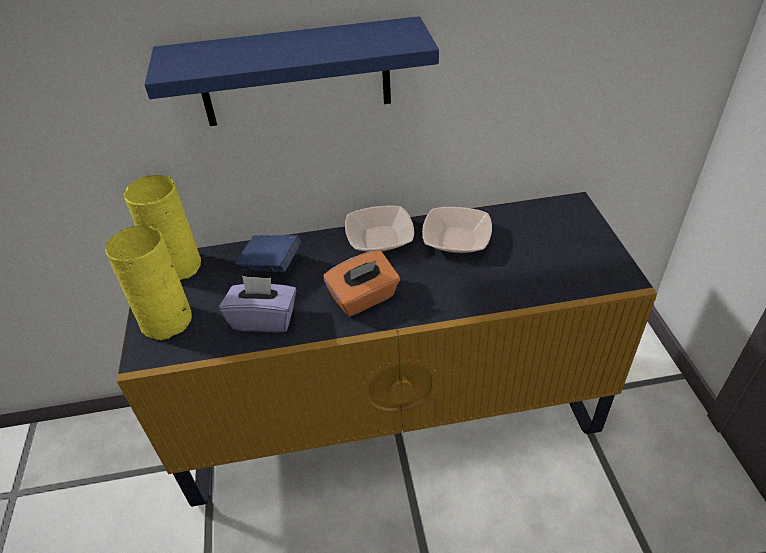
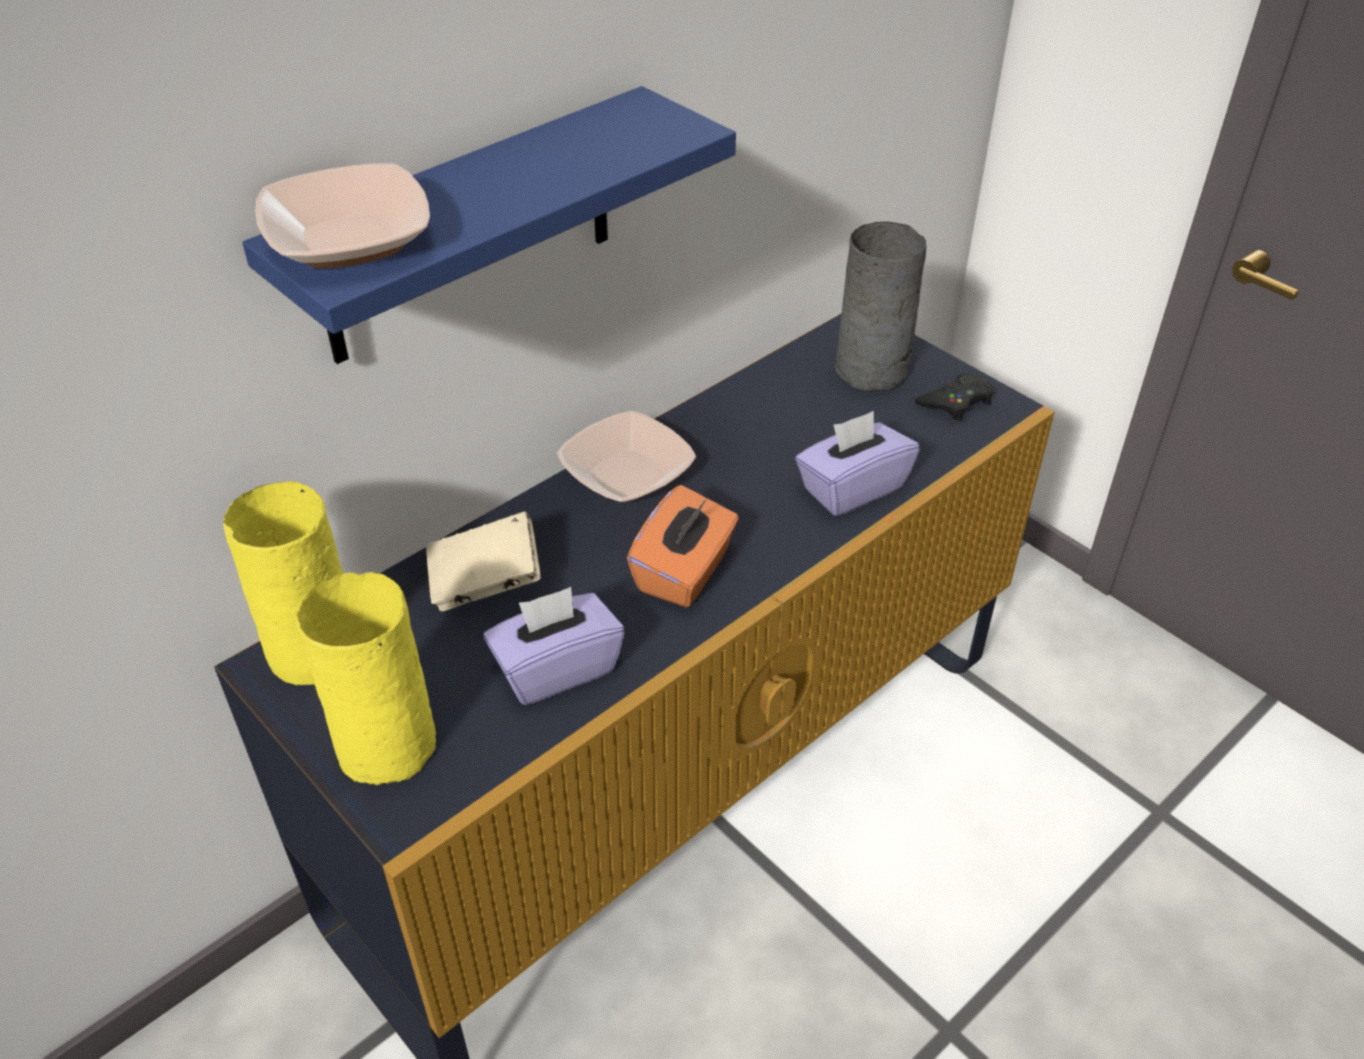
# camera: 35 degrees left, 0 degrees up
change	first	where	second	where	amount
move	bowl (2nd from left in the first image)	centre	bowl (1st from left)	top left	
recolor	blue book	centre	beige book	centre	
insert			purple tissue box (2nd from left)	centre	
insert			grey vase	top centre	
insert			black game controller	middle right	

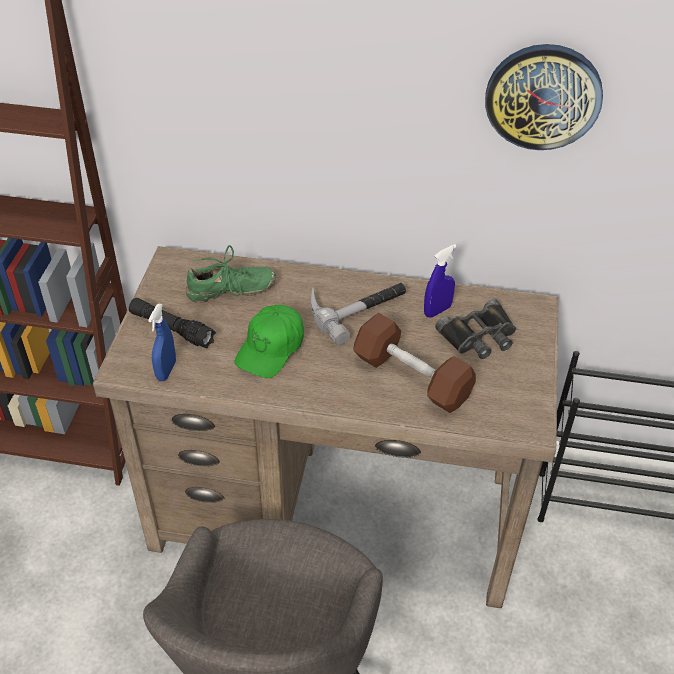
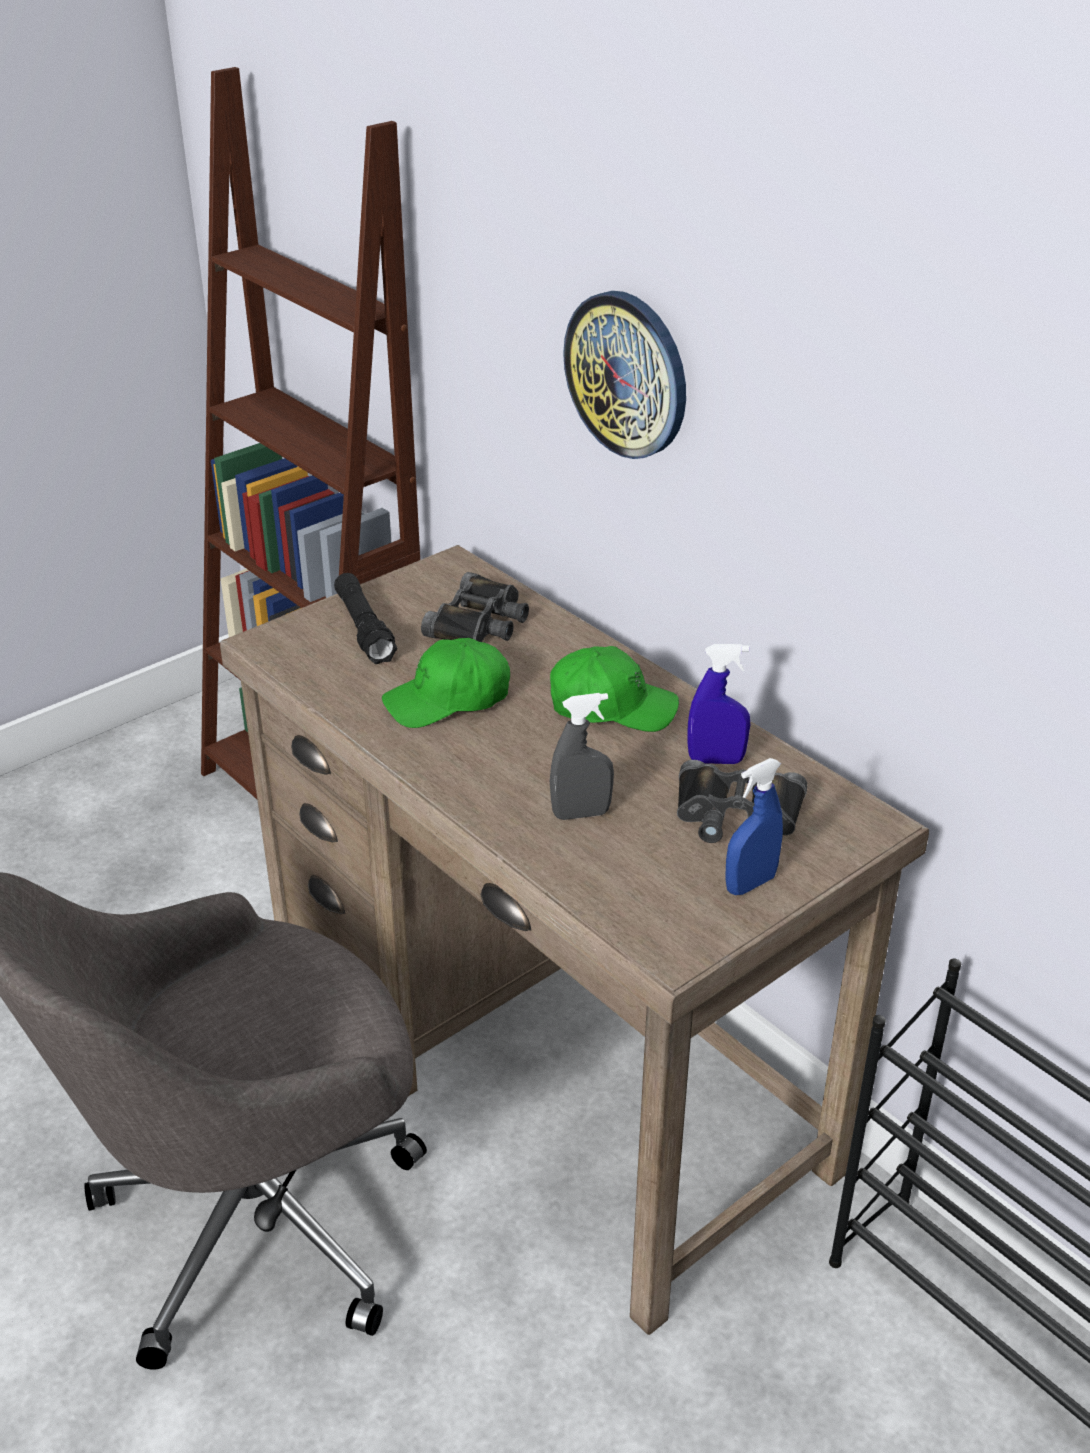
# camera: 40 degrees right, 10 degrees down
change	first	where	second	where	amount
replace	green shoe	centre	black binoculars (1st from left)	centre	
replace	hammer	centre	green cap (2nd from left)	centre	
replace	brown dumbbell	centre	grey spray bottle	centre	
move	wall clock	top right		top centre	
move	blue spray bottle (1st from left in the first image)	middle left	blue spray bottle (2nd from left)	middle right	

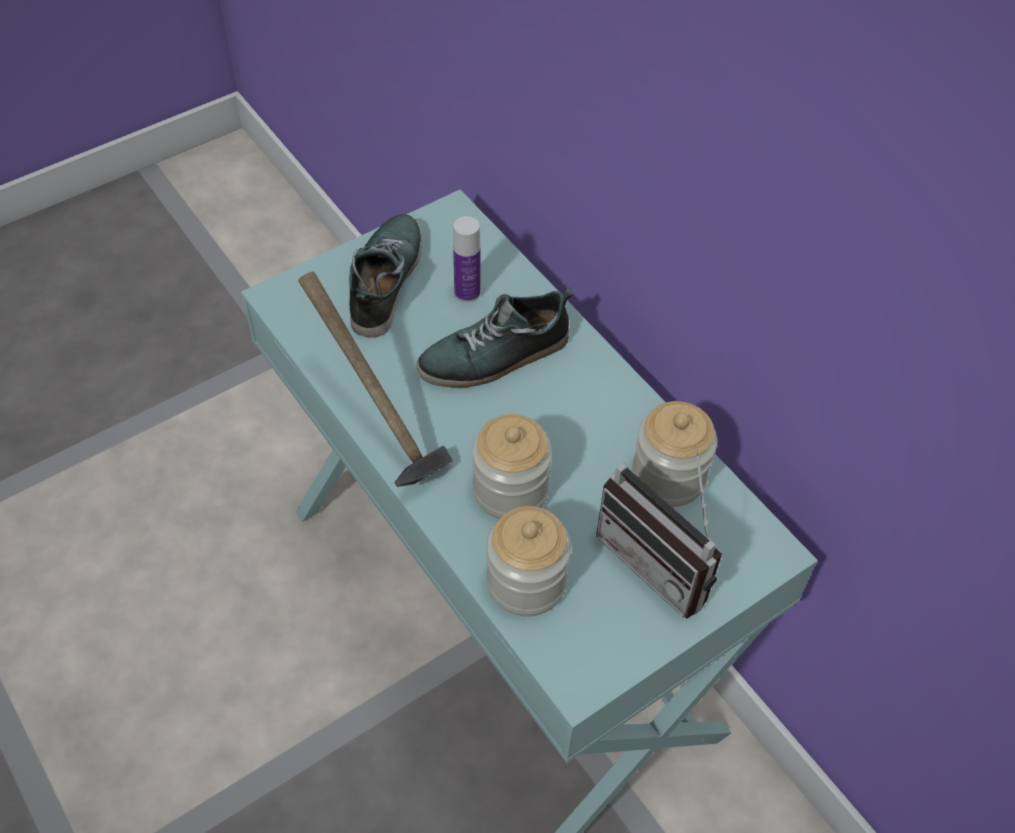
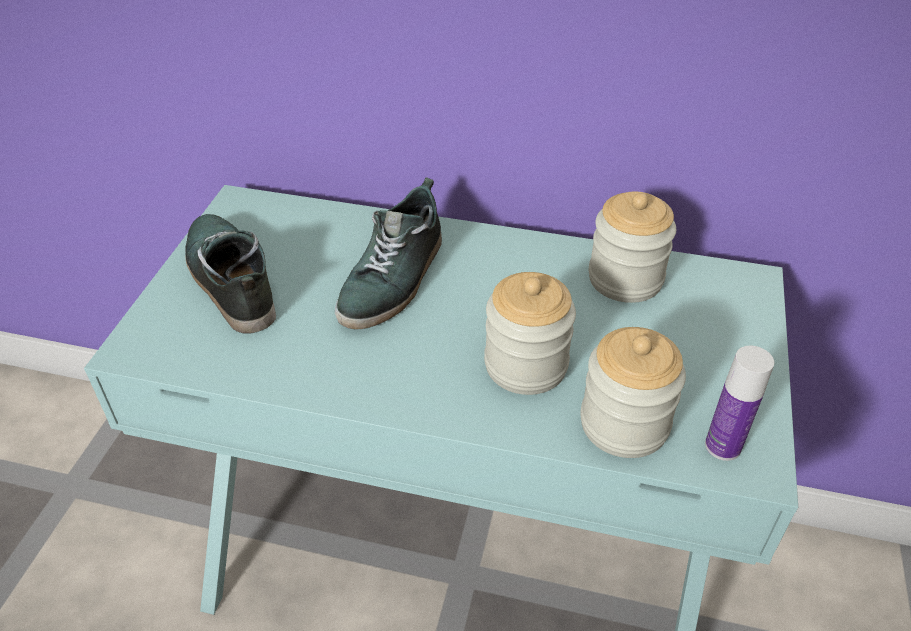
# camera: 40 degrees left, 10 degrees down
change	first	where	second	where	amount
move	bottle	top centre		middle right	
delete	hammer	centre			
delete	radio	centre			

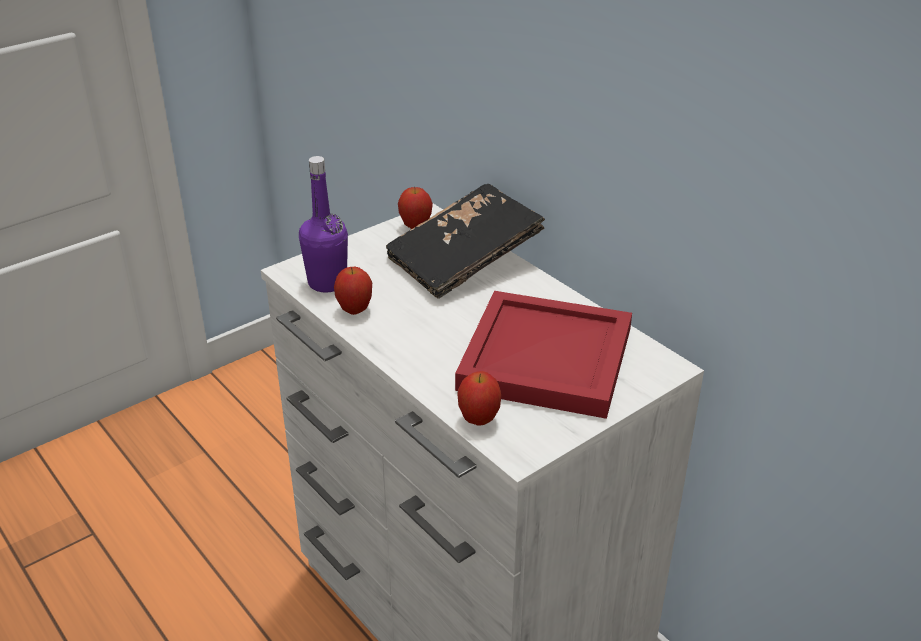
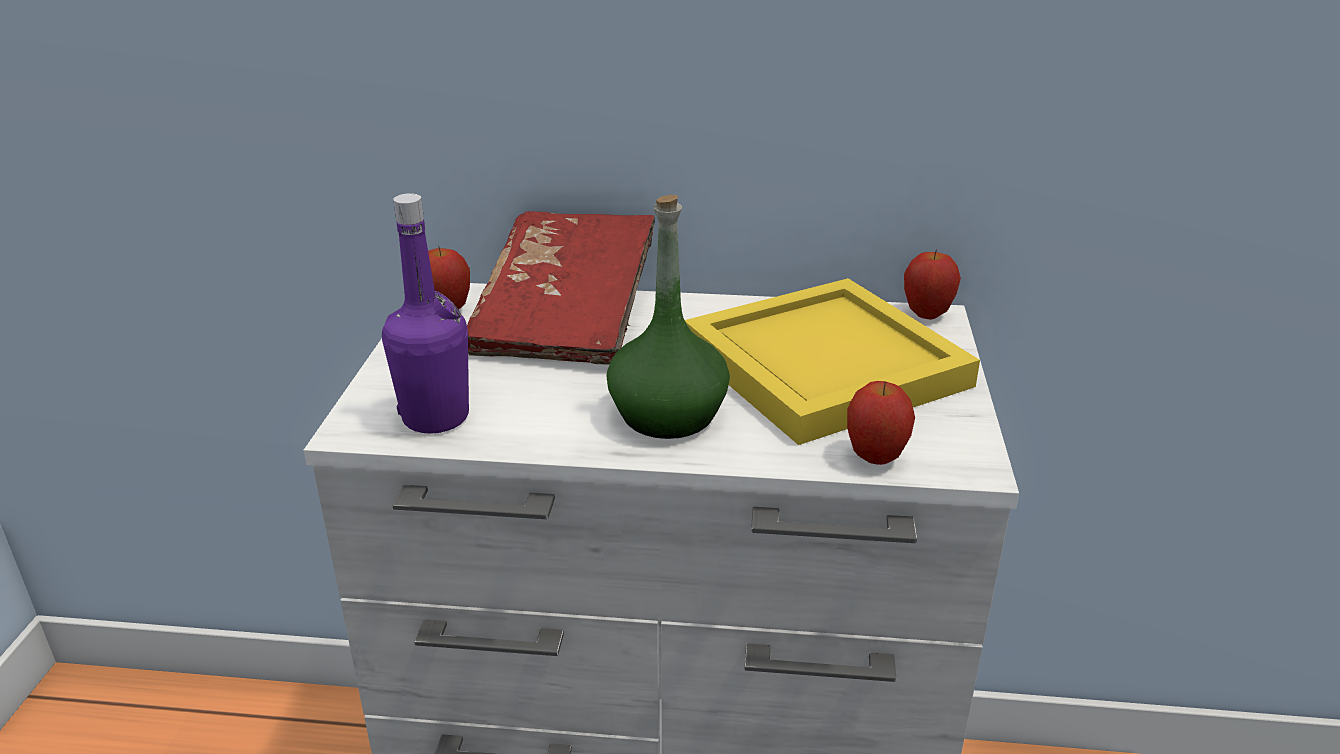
# camera: 45 degrees left, 5 degrees down
change	first	where	second	where	amount
recolor	black book	centre	red book	centre	
insert			green bottle	centre	
recolor	red tray	centre	yellow tray	centre	
move	apple (1st from left in the first image)	centre	apple (3rd from left)	middle right	

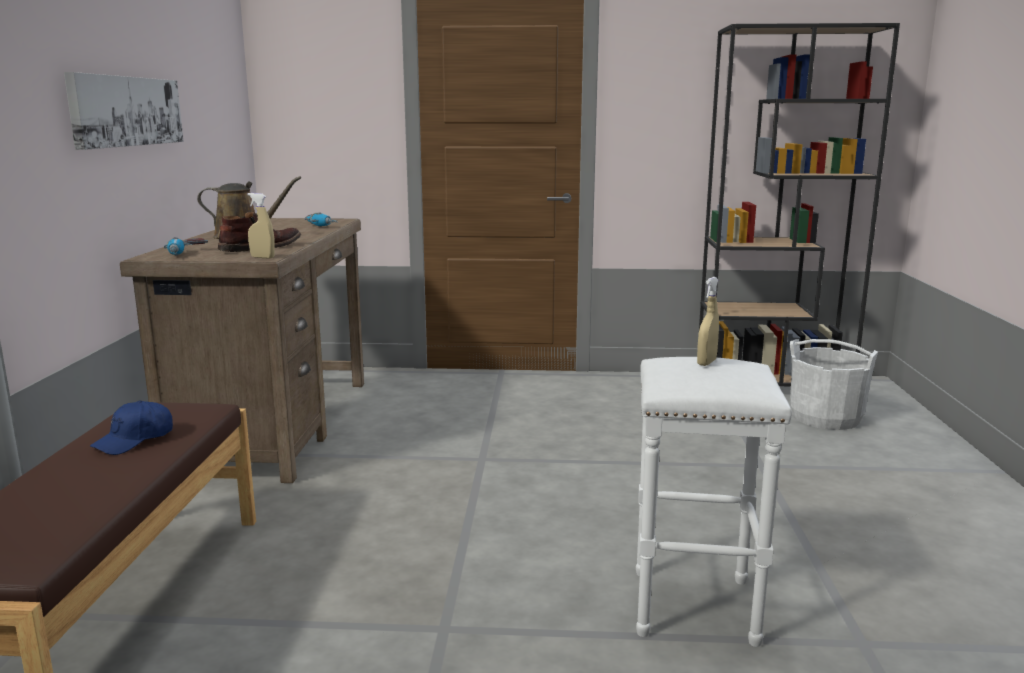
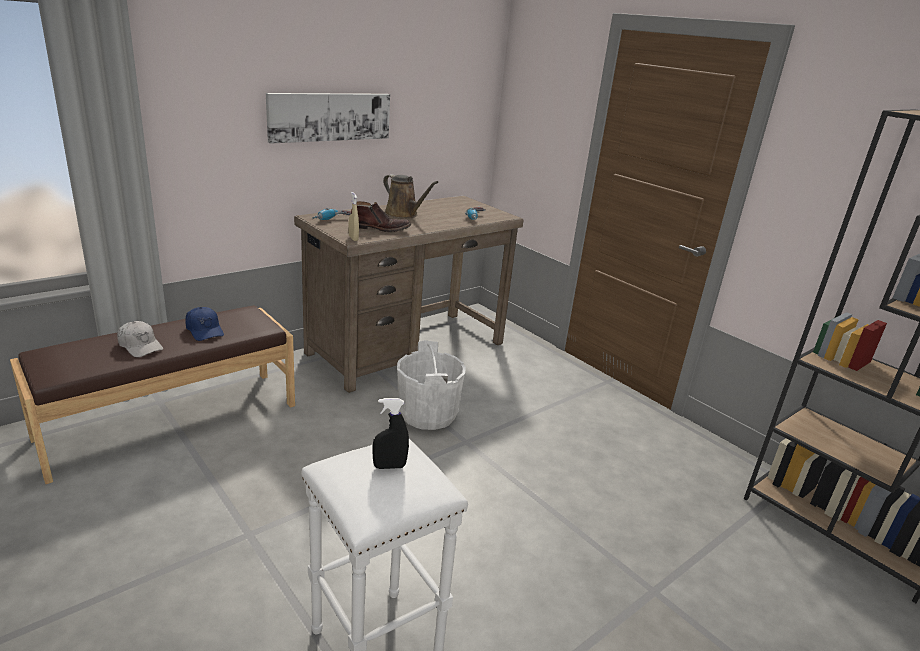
# camera: 45 degrees right, 10 degrees up
change	first	where	second	where	amount
insert			white cap	middle left	
rotate	blue cap	middle left		middle left	120 degrees counterclockwise
recolor	beige spray bottle (2nd from left)	middle right	black spray bottle	centre	
move	white bucket	middle right		centre	

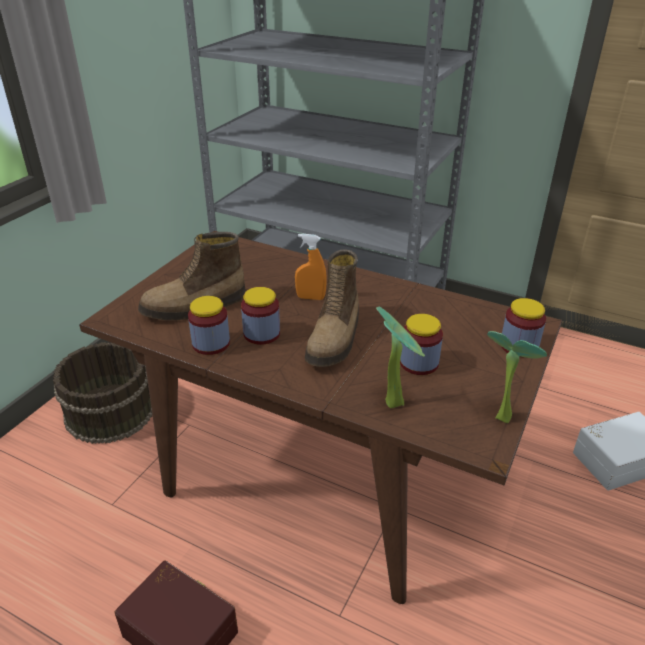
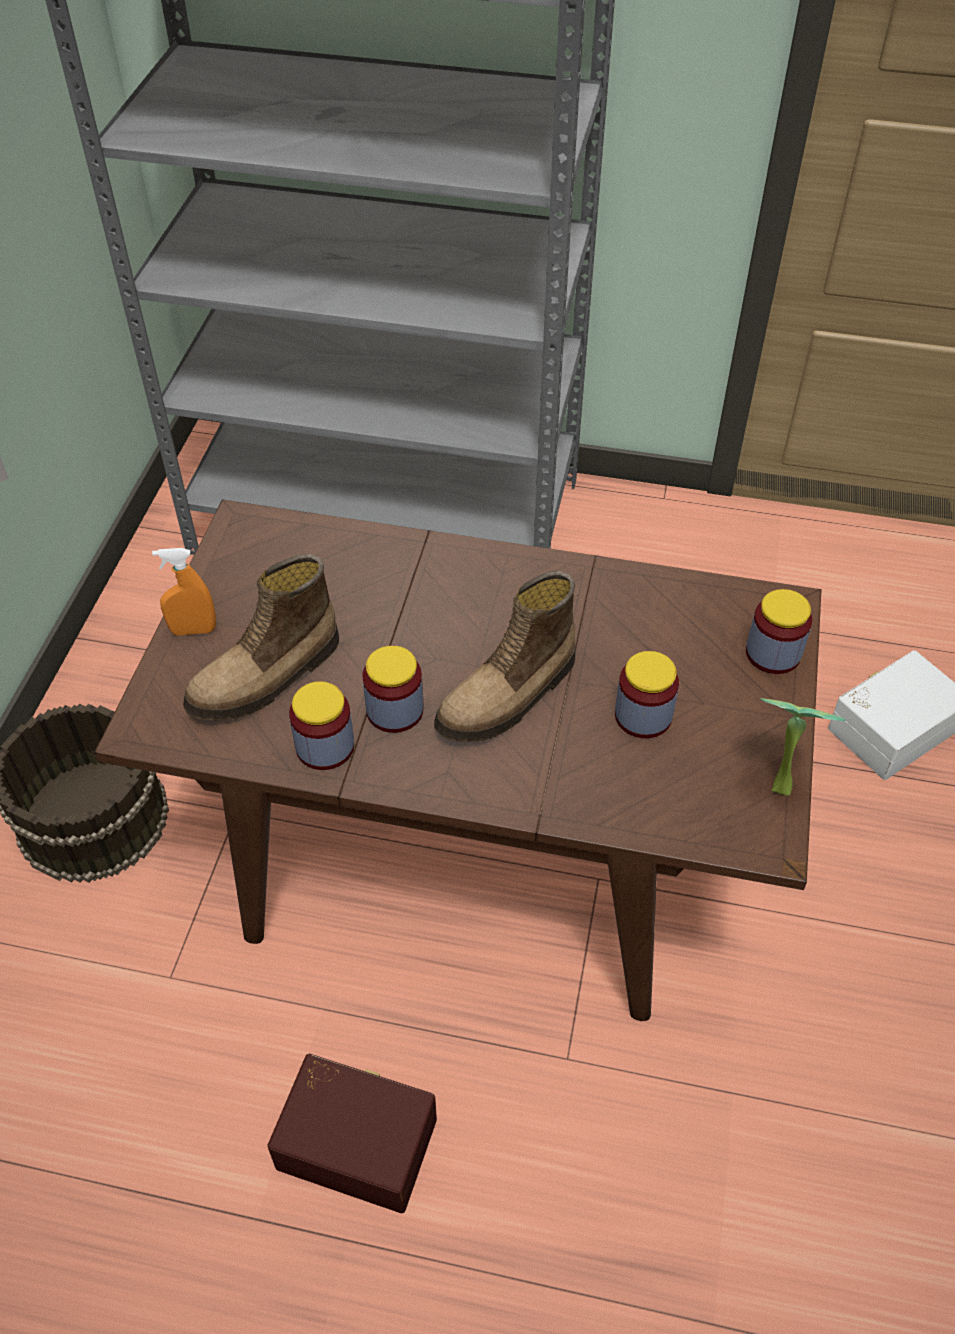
# camera: 15 degrees left, 15 degrees up
change	first	where	second	where	amount
move	orange spray bottle	centre		middle left	
rotate	boot (2nd from left)	centre		centre	45 degrees clockwise
delete	potted plant (1st from left)	centre			

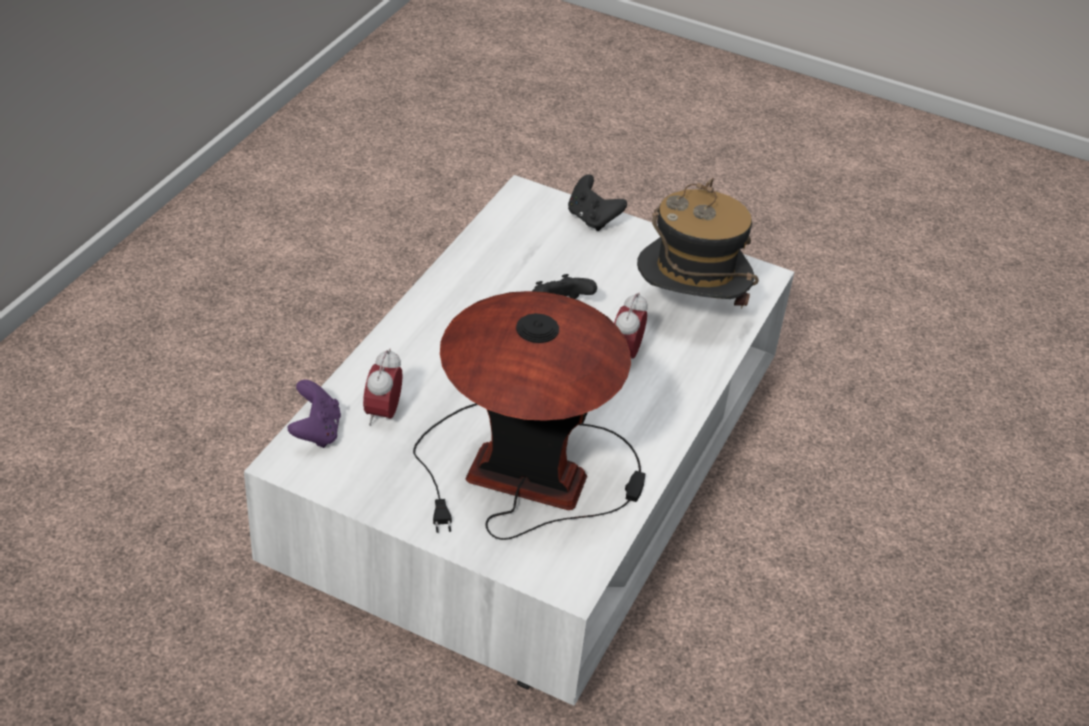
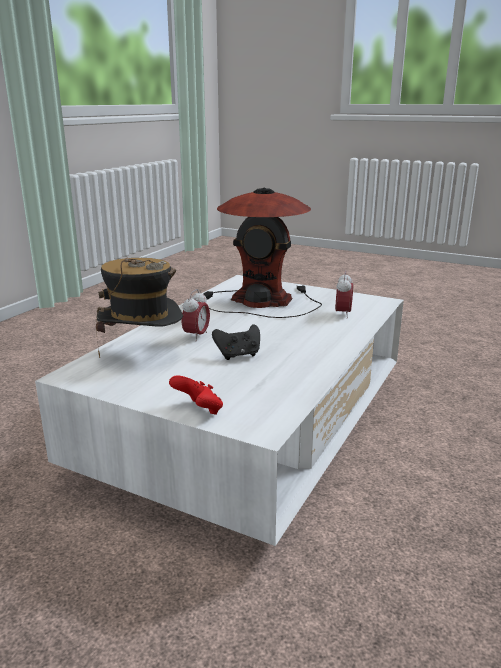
# camera: 175 degrees left, 20 degrees down
change	first	where	second	where	amount
recolor	black game controller (2nd from left)	top centre	red game controller	centre	
delete	purple game controller	middle left			

